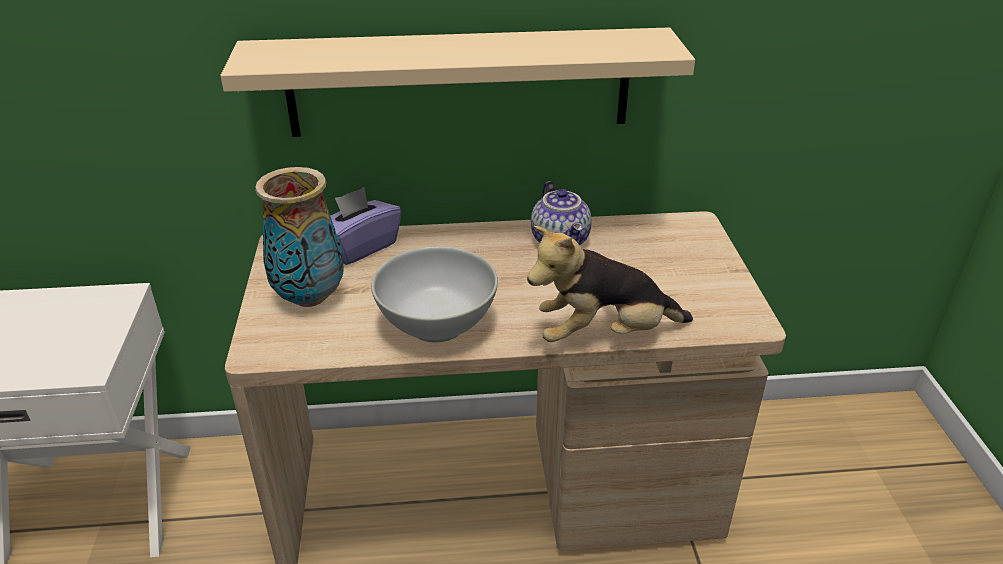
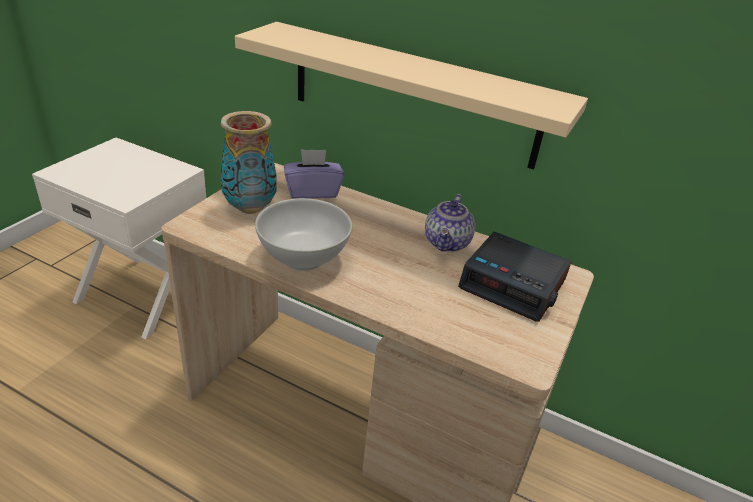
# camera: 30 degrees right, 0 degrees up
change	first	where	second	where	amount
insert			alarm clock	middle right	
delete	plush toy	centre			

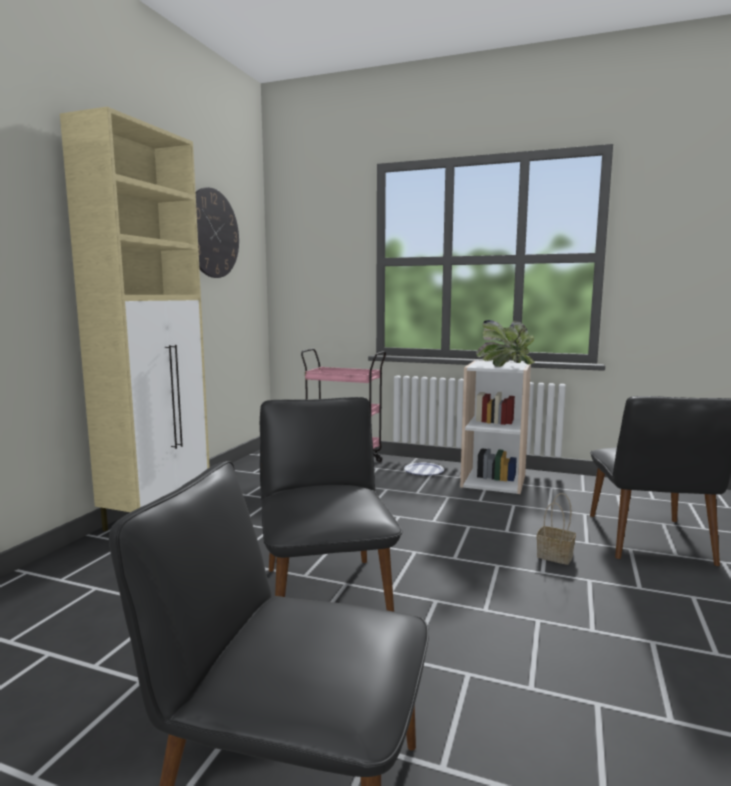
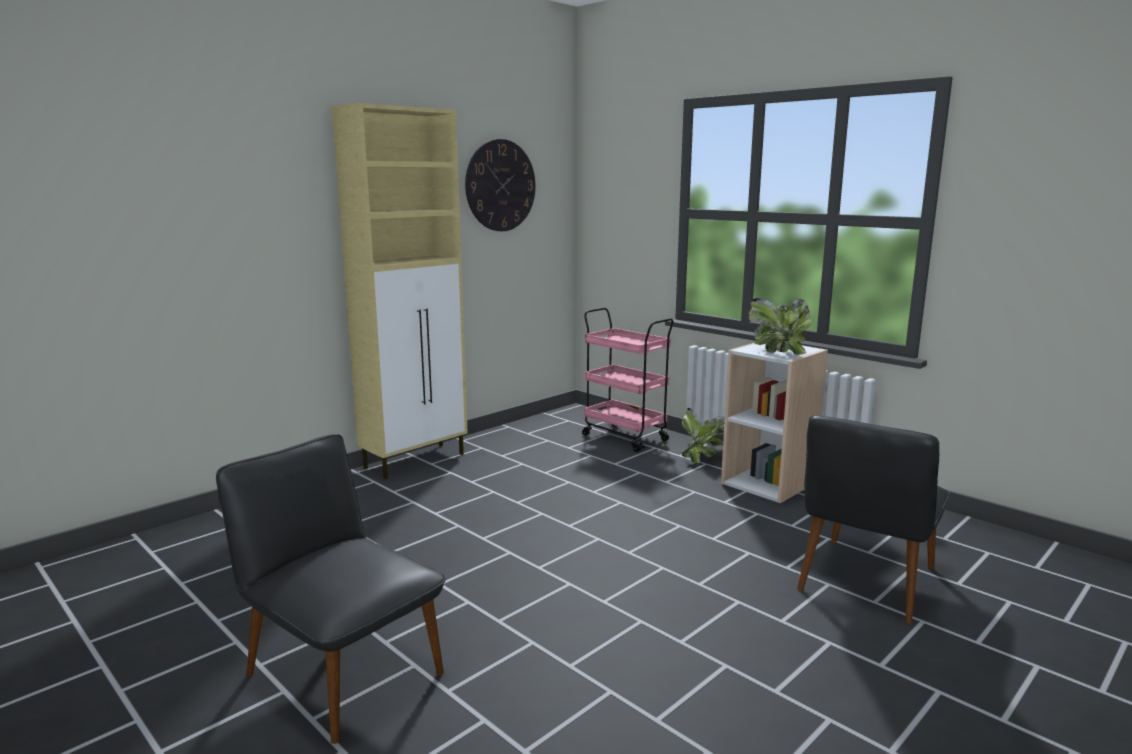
# camera: 25 degrees right, 5 degrees up
change	first	where	second	where	amount
replace	plate	centre	potted plant (1st from left)	centre	
delete	black chair (2nd from left)	centre			
delete	basket	bottom right			

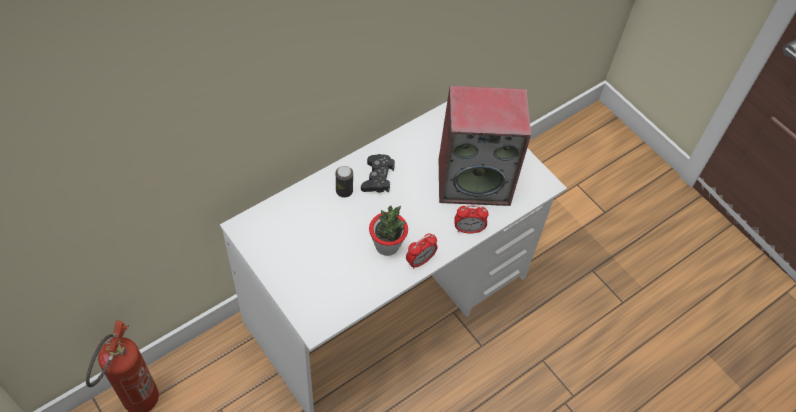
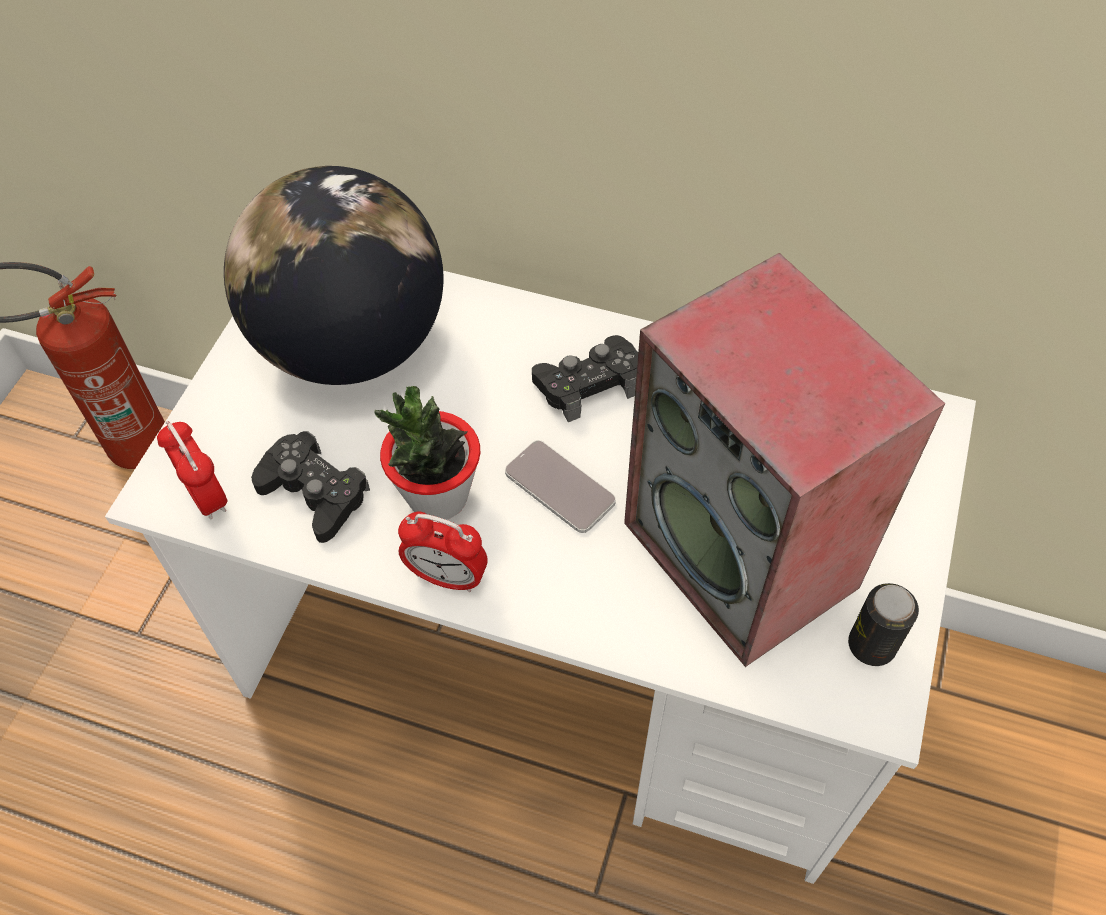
# camera: 60 degrees right, 0 degrees up
change	first	where	second	where	amount
move	alarm clock (2nd from left in the first image)	centre	alarm clock (1st from left)	middle left	
insert			globe	top left	
insert			black game controller (1st from left)	middle left	
insert			phone	centre	
move	can	centre		bottom right	

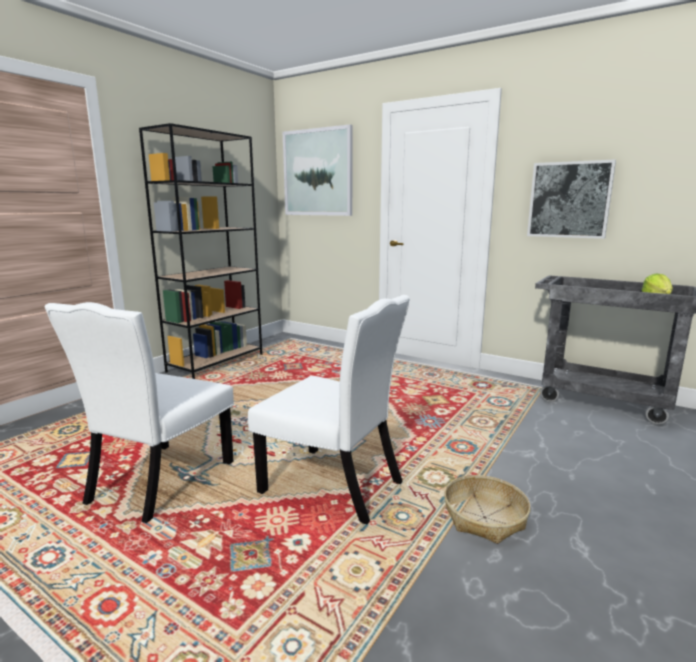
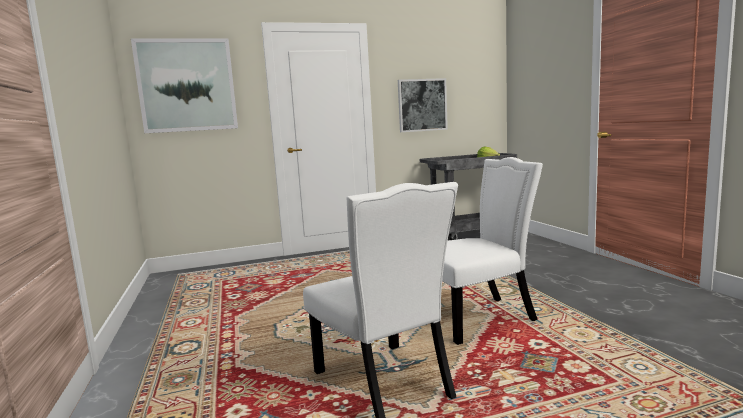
# camera: 50 degrees left, 5 degrees down
change	first	where	second	where	amount
delete	beige bookcase	middle left			
delete	basket	bottom right			

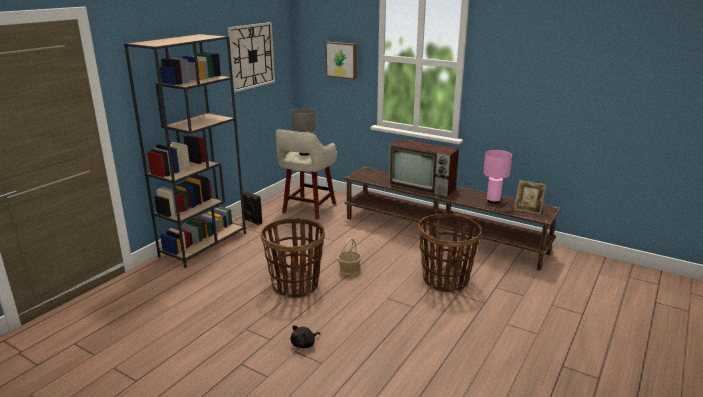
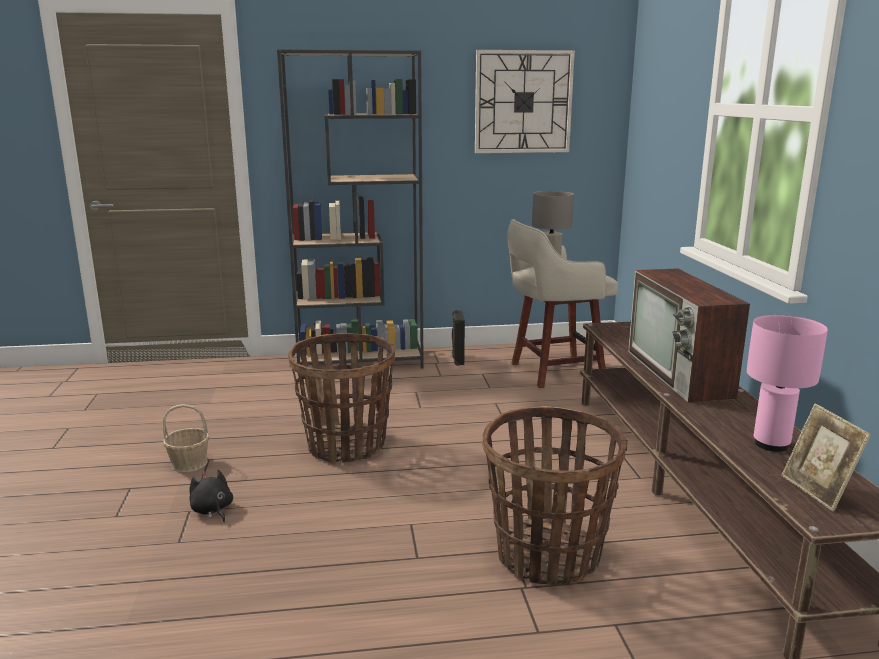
# camera: 50 degrees right, 5 degrees down
change	first	where	second	where	amount
move	basket (2nd from left in the first image)	centre	basket (1st from left)	middle left	
rotate	black plush toy	bottom centre		bottom left	45 degrees clockwise
delete	picture	top centre			

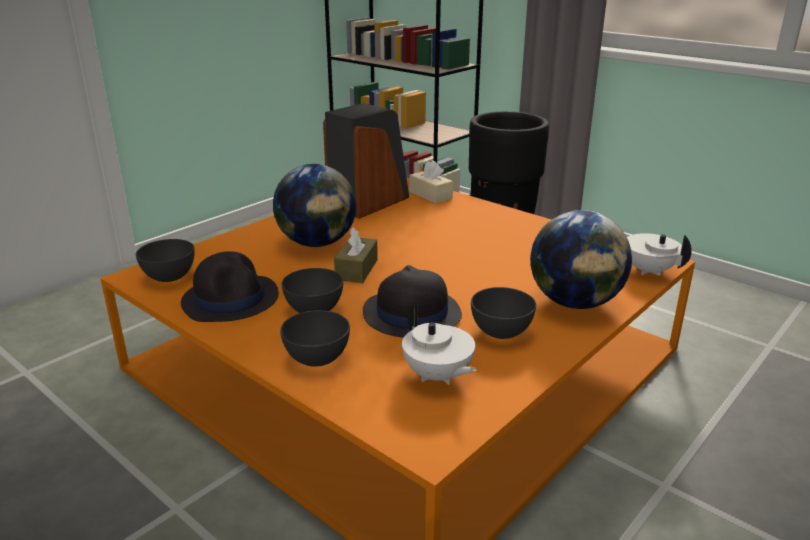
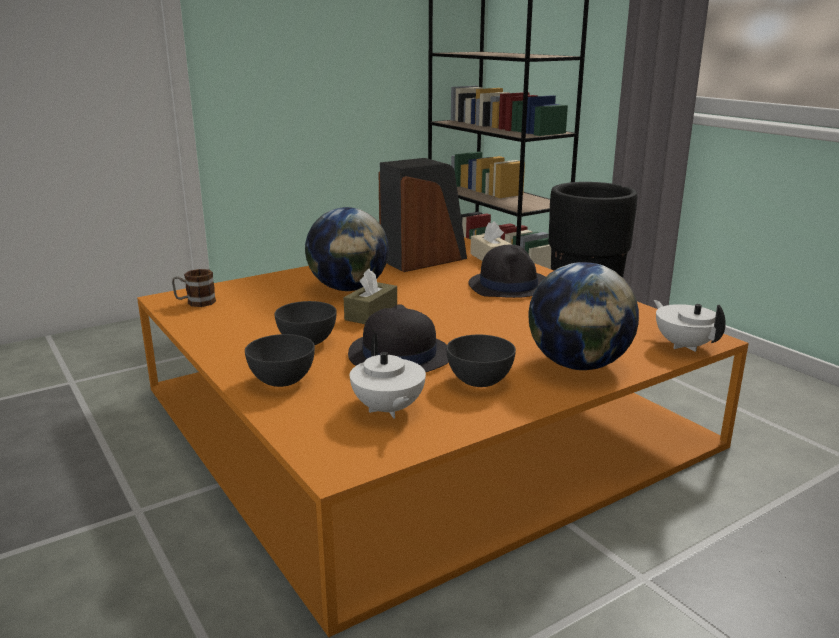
# camera: 15 degrees right, 5 degrees down
change	first	where	second	where	amount
replace	grey bowl (1st from left)	middle left	mug	middle left	
move	black hat (1st from left in the first image)	middle left	black hat (2nd from left)	centre	

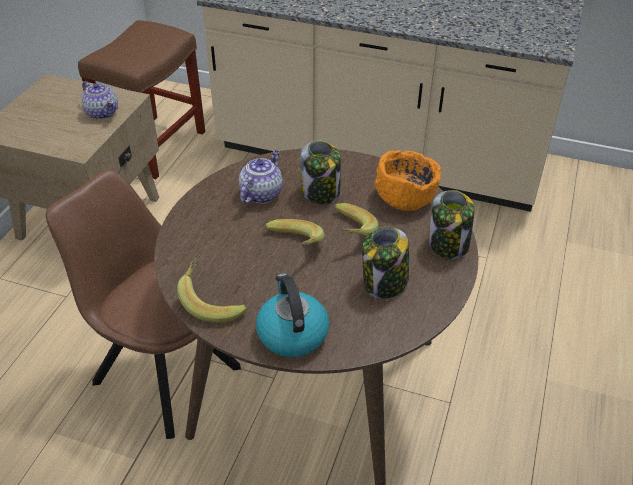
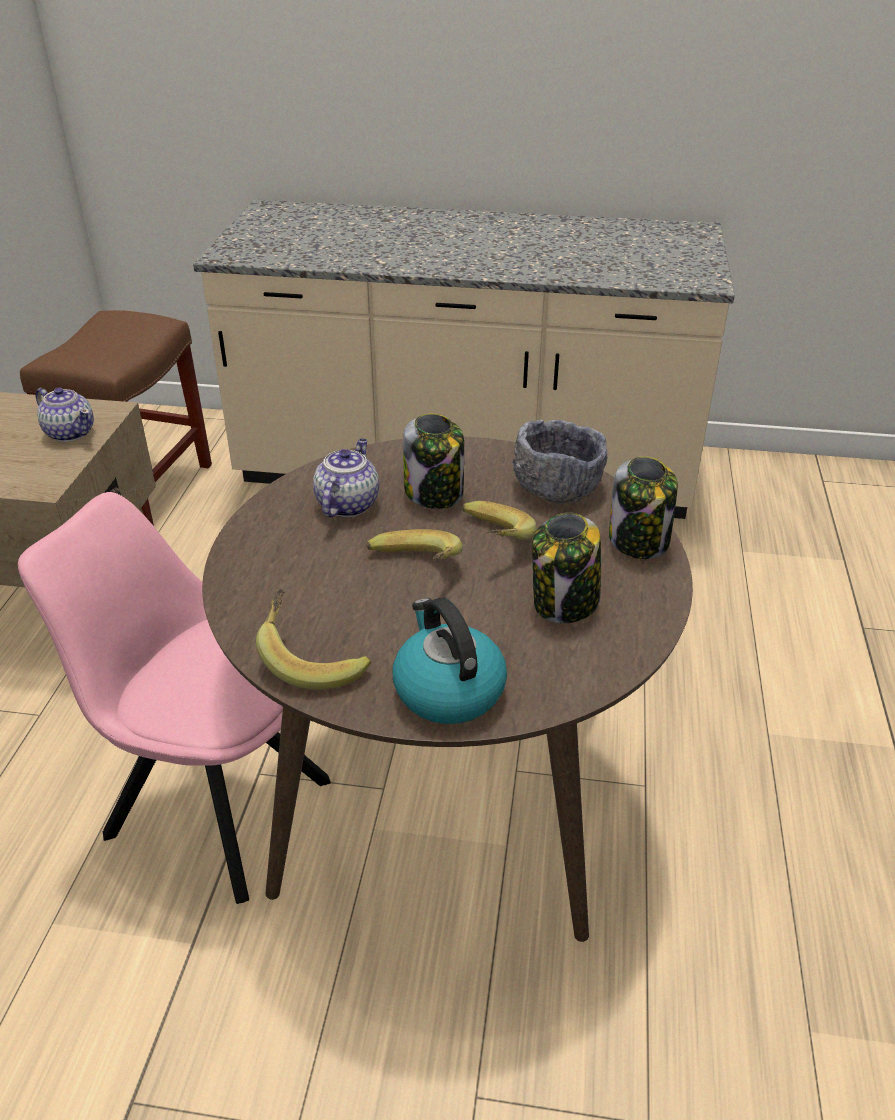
# camera: 10 degrees left, 5 degrees down
change	first	where	second	where	amount
recolor	brown chair	middle left	pink chair	middle left	
recolor	orange bowl	centre	grey bowl	centre	

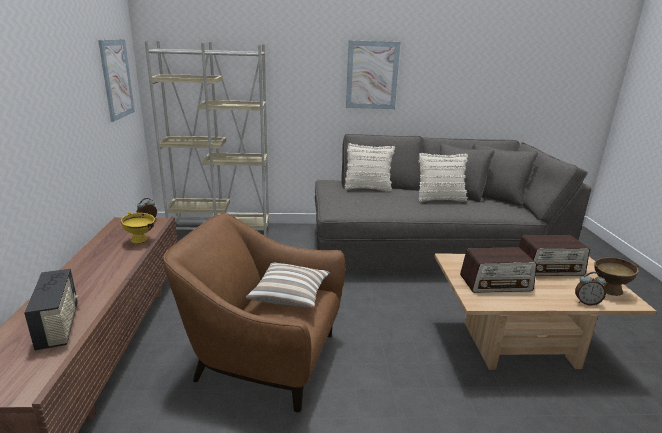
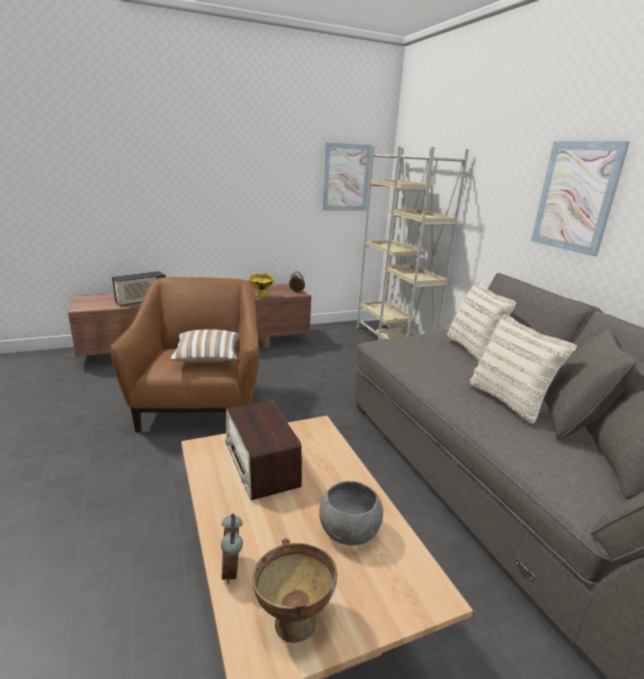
# camera: 70 degrees right, 0 degrees up
change	first	where	second	where	amount
replace	radio (3rd from left)	middle right	grey bowl	bottom centre	

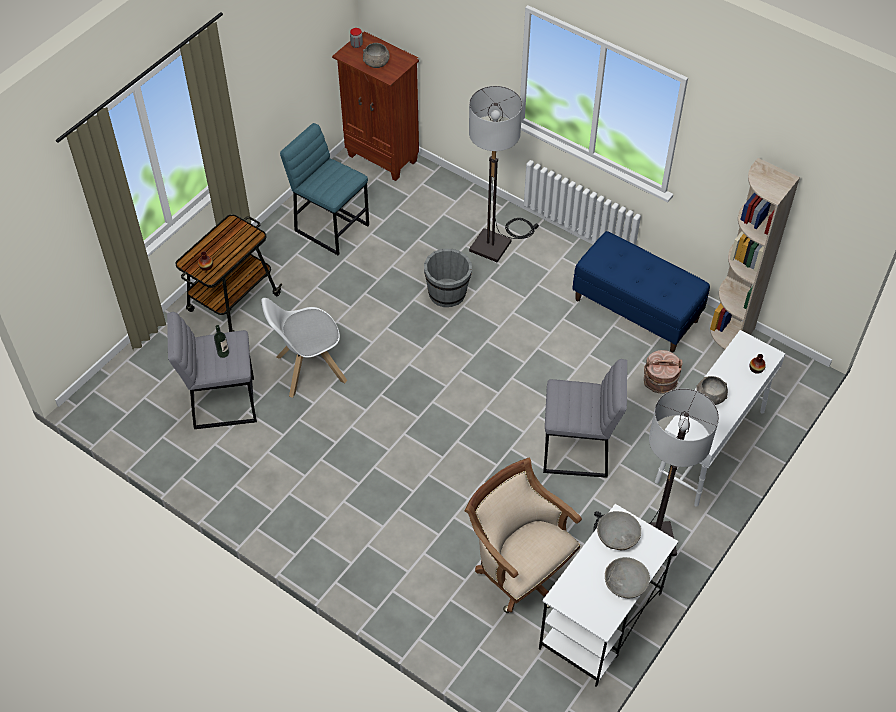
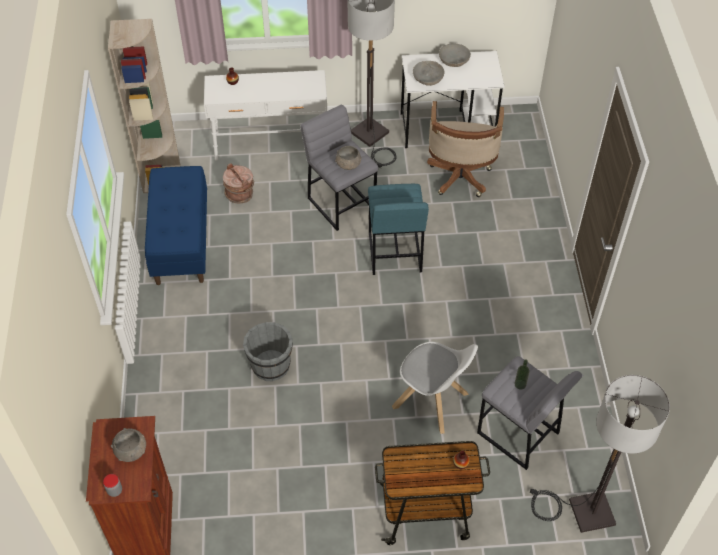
# camera: 130 degrees left, 0 degrees up
change	first	where	second	where	amount
move	grey bowl (4th from left in the first image)	middle right	grey bowl (2nd from left)	top centre	
move	blue stool	top centre		centre	
move	floor lamp (1st from left in the first image)	top centre	floor lamp (2nd from left)	bottom right	

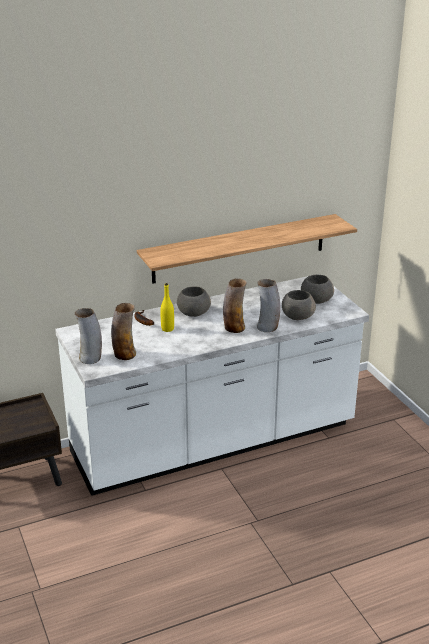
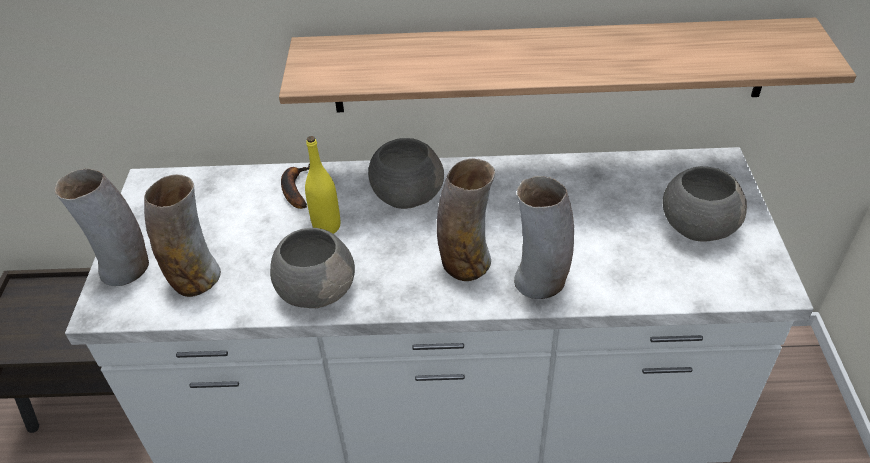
# camera: 25 degrees right, 15 degrees up
change	first	where	second	where	amount
move	grey bowl (2nd from left in the first image)	middle right	grey bowl (1st from left)	centre	

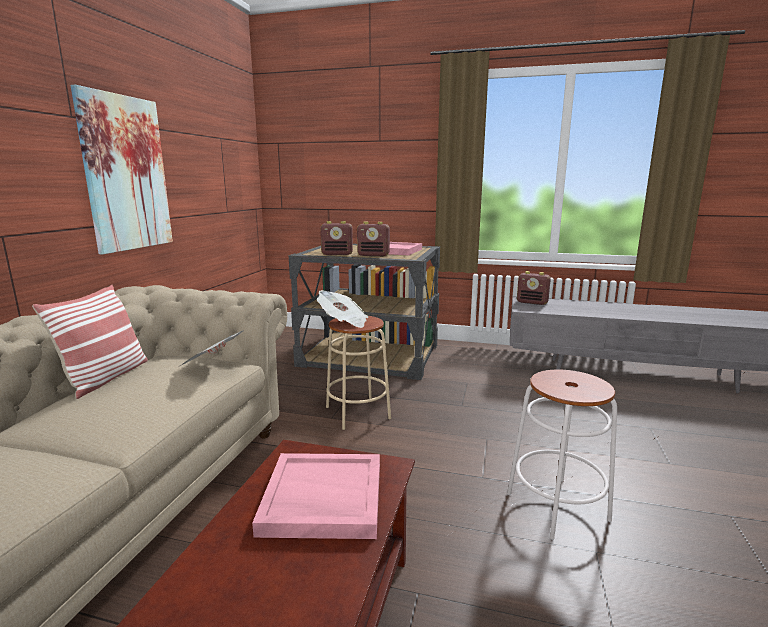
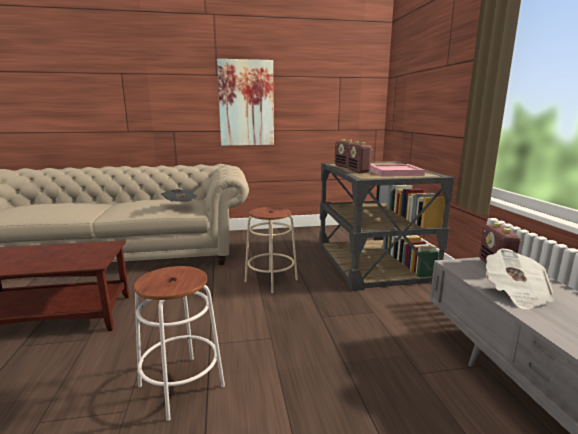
# camera: 65 degrees right, 0 degrees up
change	first	where	second	where	amount
move	newspaper (2nd from left)	centre		middle right	
delete	pillow	middle left			
delete	pink tray (1st from left)	bottom centre			

